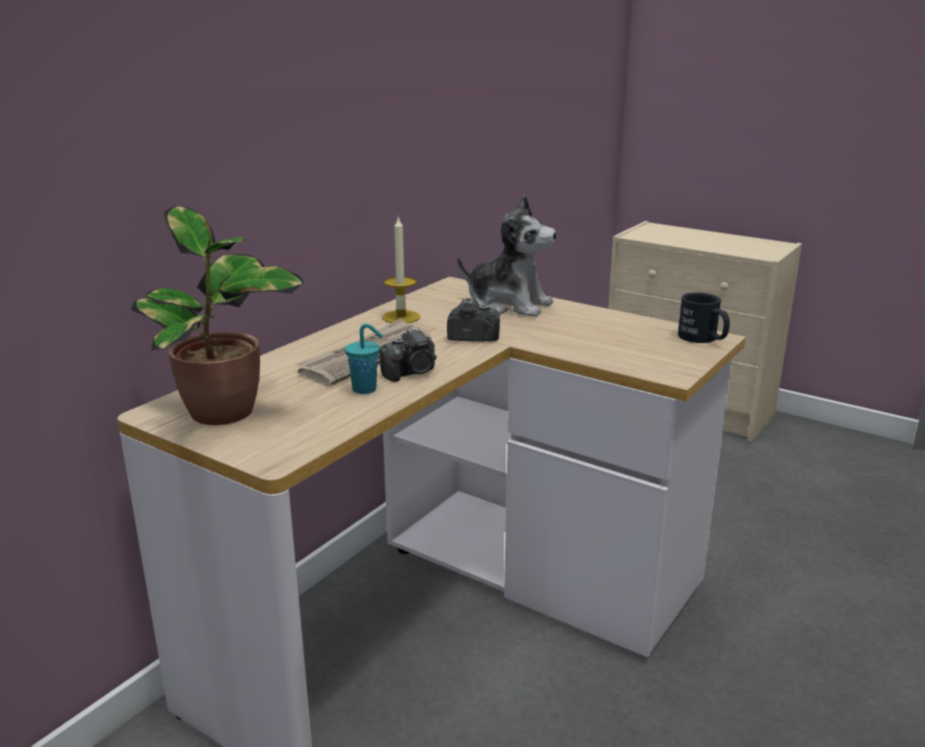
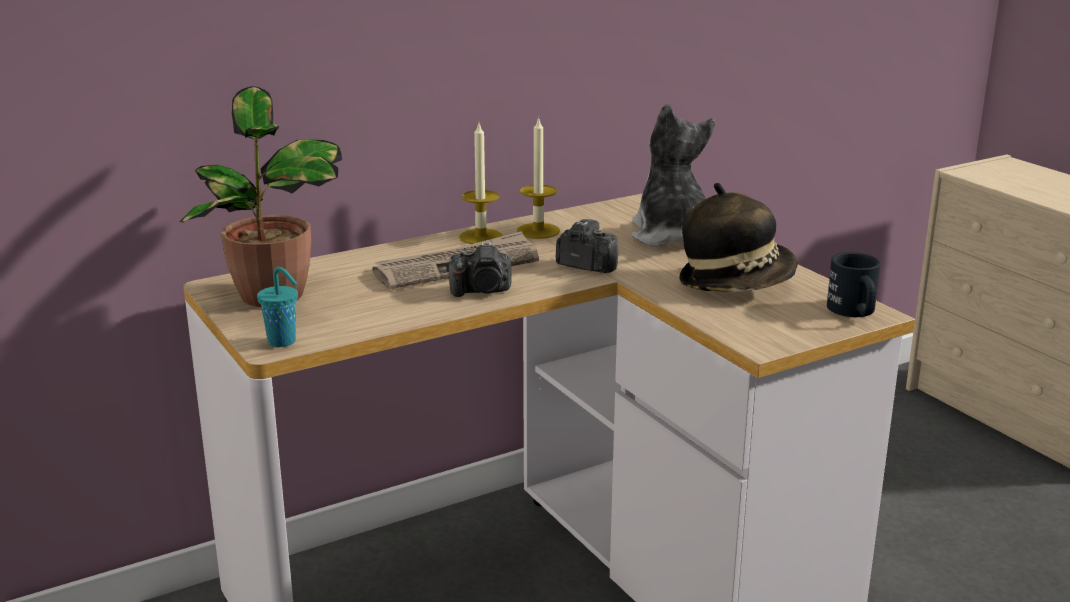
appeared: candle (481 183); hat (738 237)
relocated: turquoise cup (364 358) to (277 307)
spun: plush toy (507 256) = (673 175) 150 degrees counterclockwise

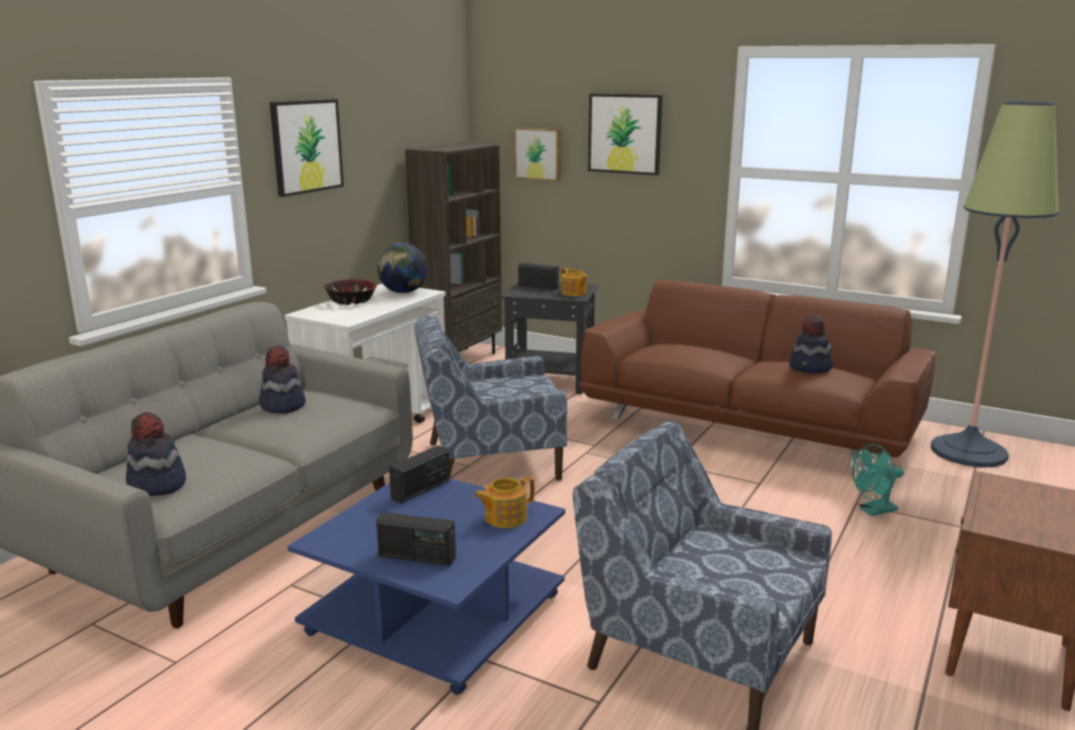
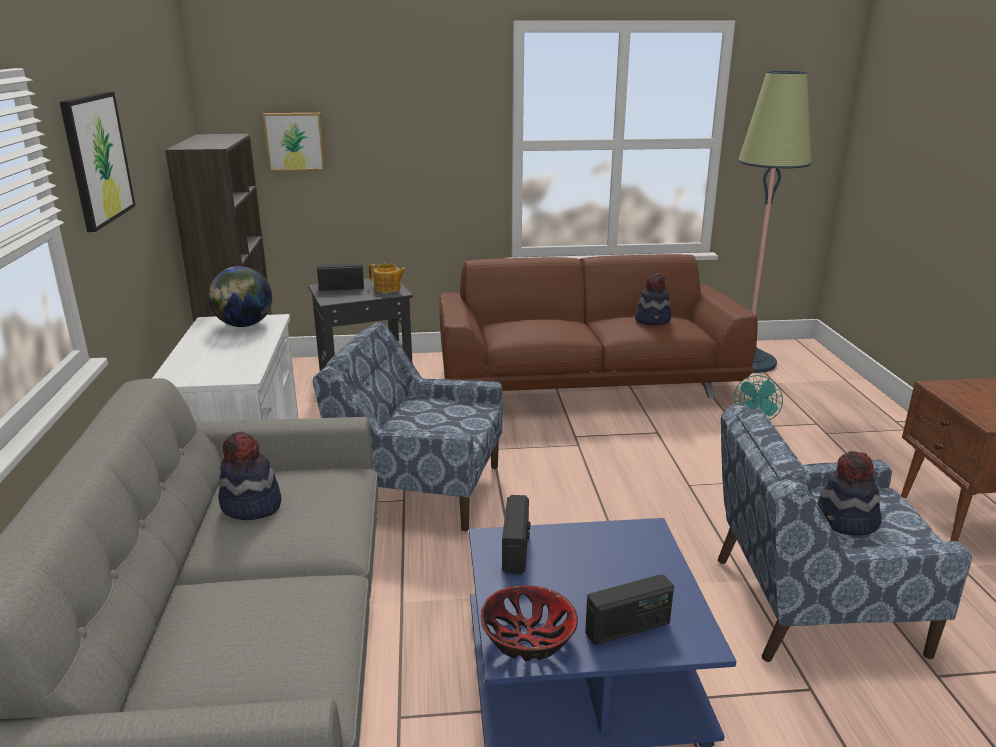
missing: teapot (504 502); picture (625 134)
relocated: bowl (350 292) to (529 623); hat (156 454) to (849 493)
spun: blue armchair (490 398) = (408 426) 60 degrees clockwise

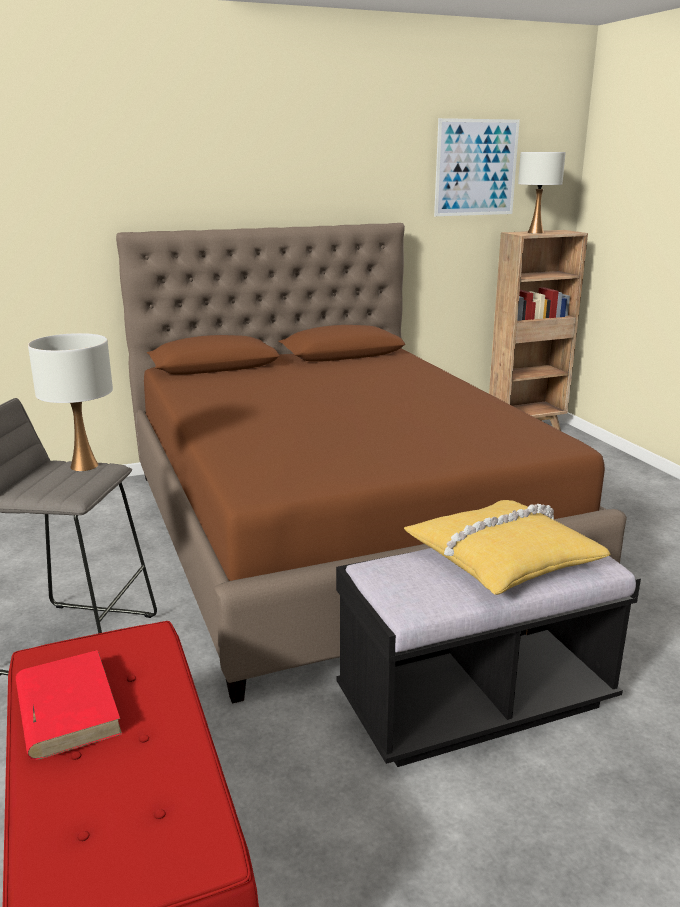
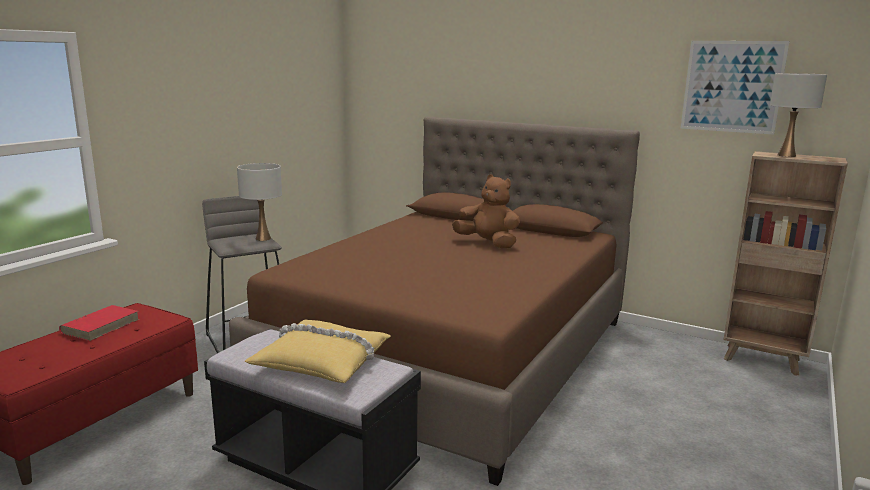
appeared: brown plush toy (486 211)

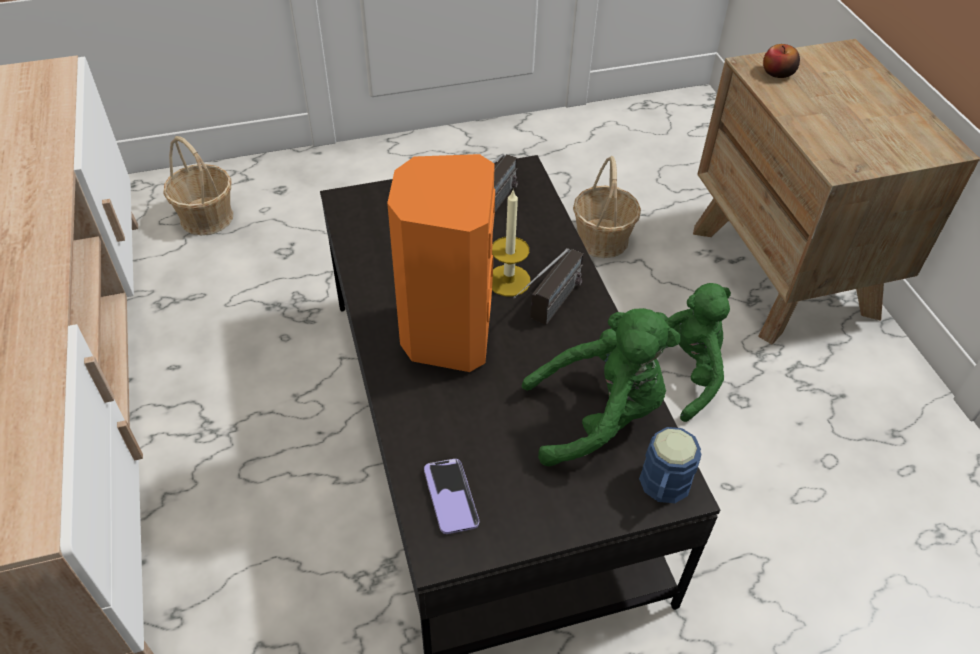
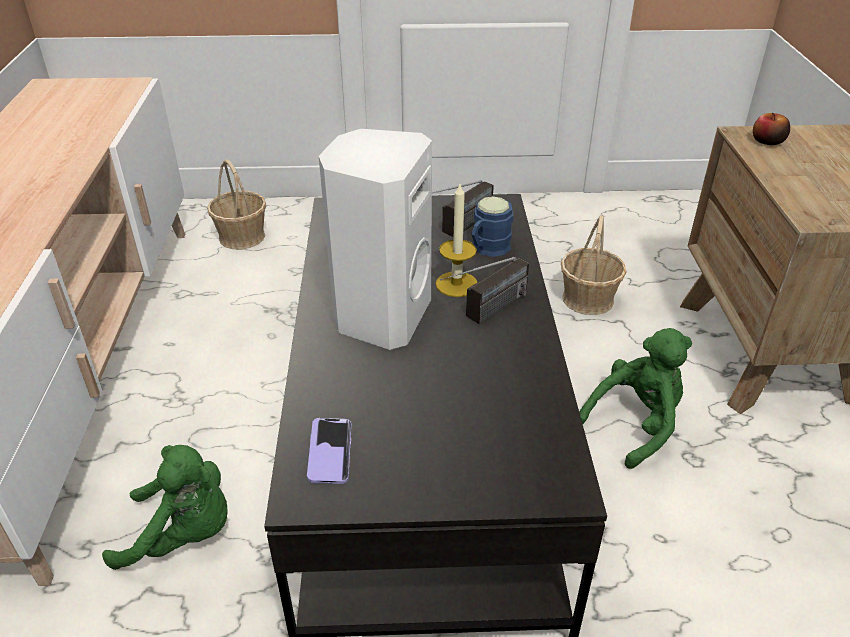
relocated: green plush toy (601 387) to (165 507); blue mug (670 465) to (492 226)
colour: orange speaker (441 263) to white speaker (375 239)

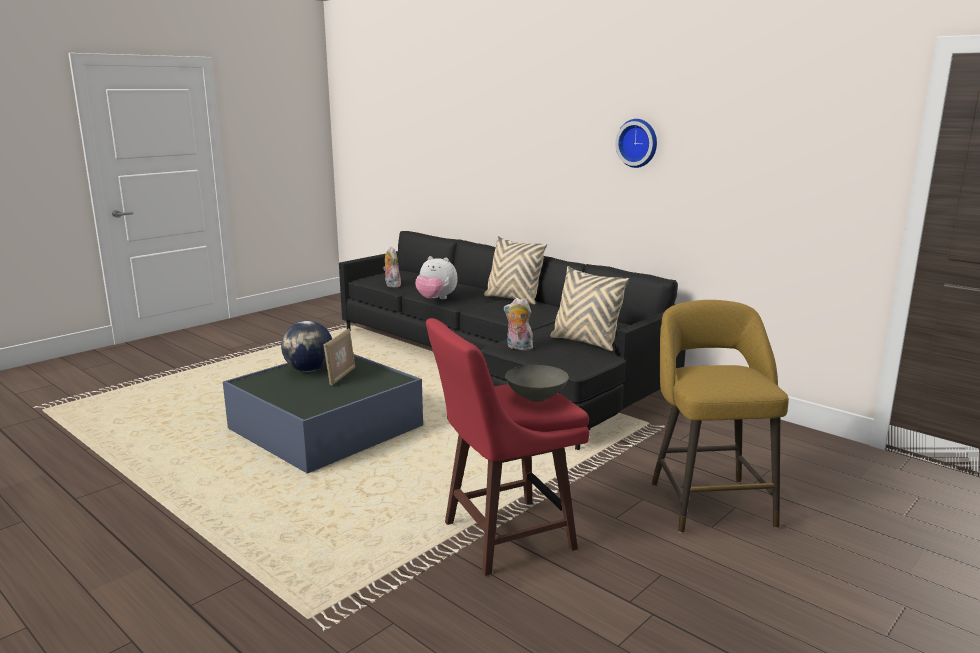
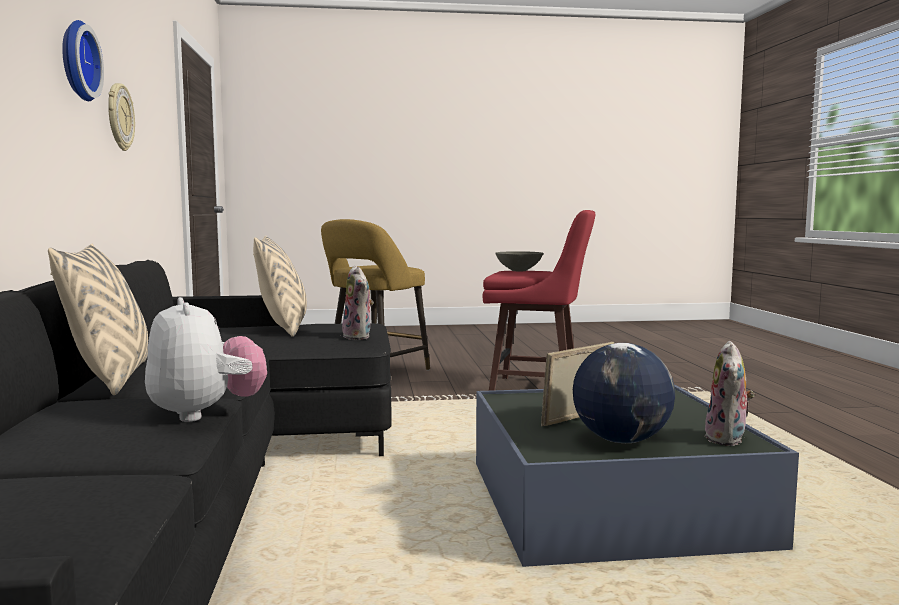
appeared: wall clock (121 117)
relocated: plush toy (392 267) to (729 393)

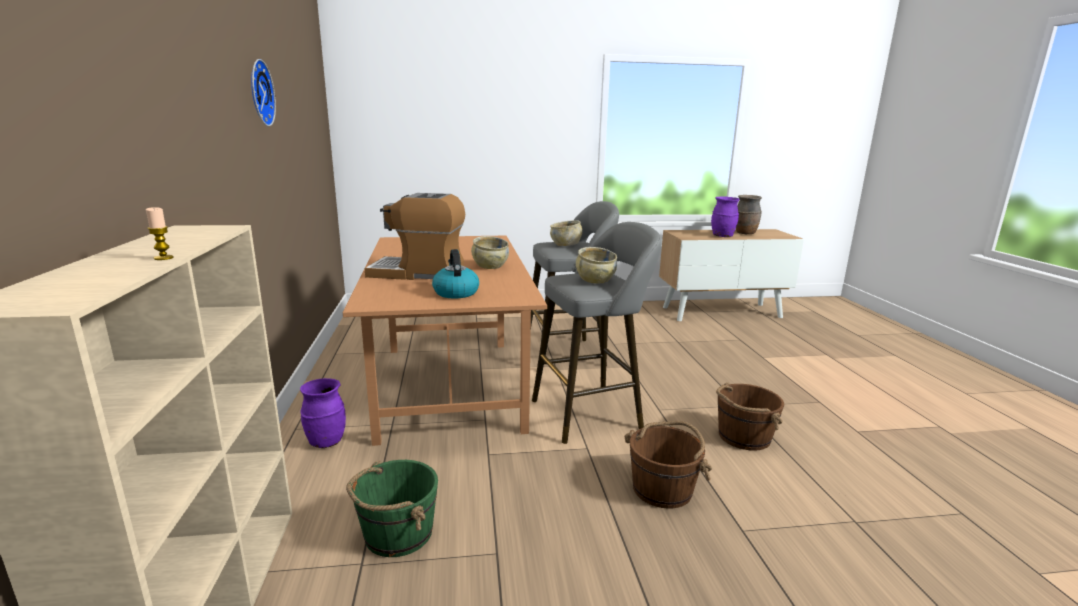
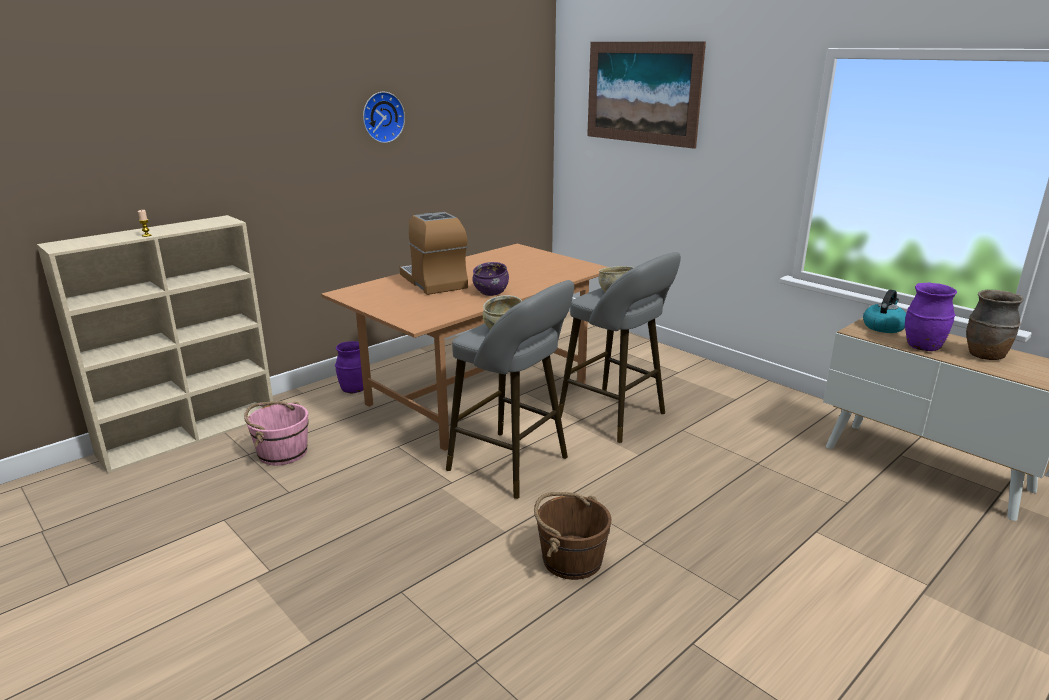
missing: brown bucket (668 465)
appeared: picture (646 95)
relocated: kettle (455 274) to (884 311)
colour: green bucket (392 508) to pink bucket (276 433); beige bowl (490 252) to purple bowl (490 279)

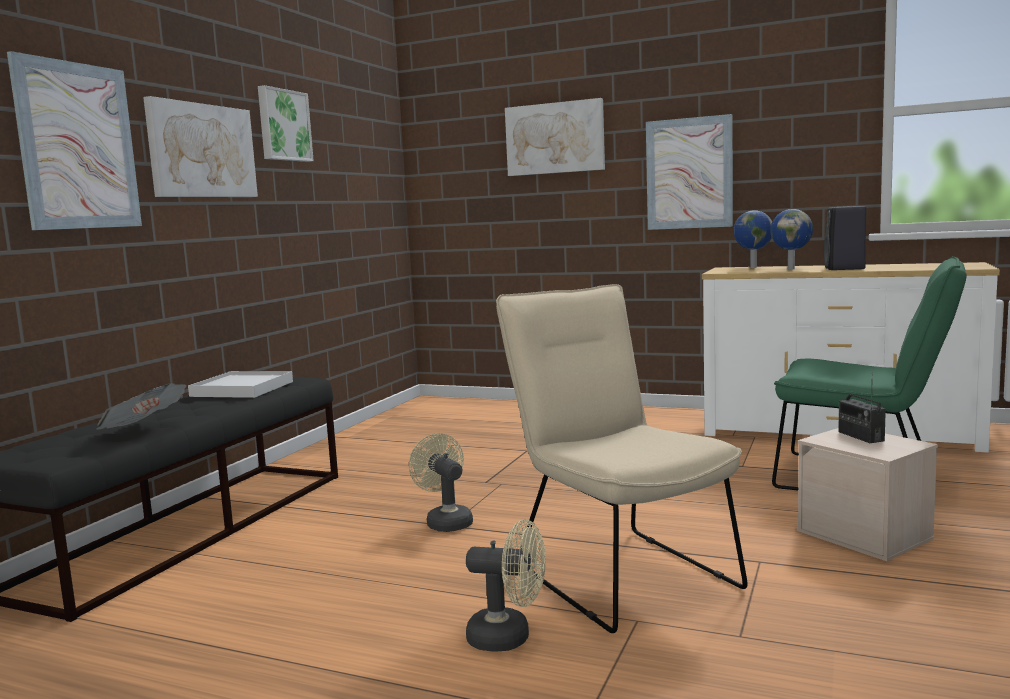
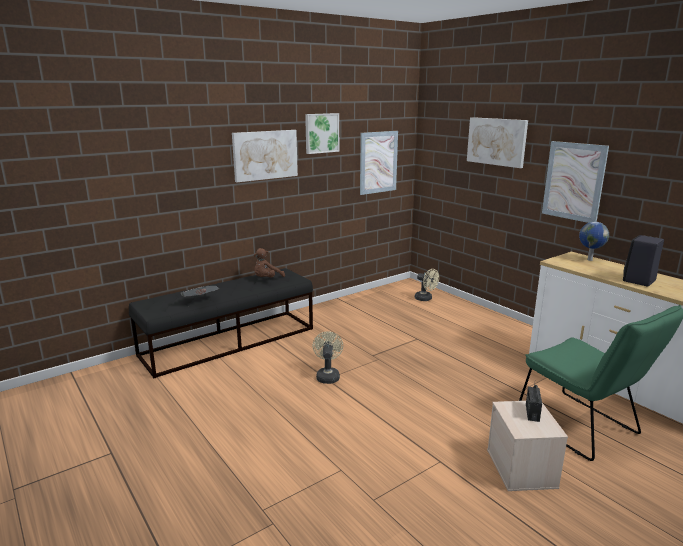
missing: beige chair (622 458); globe (791 239)
relocated: picture (74 140) to (379 163); beige fan (506 586) to (427 285)
exchanged: white tray (240 384) to brown plush toy (269 263)

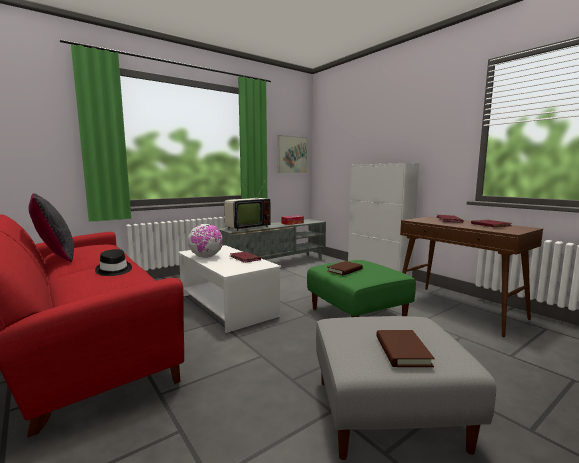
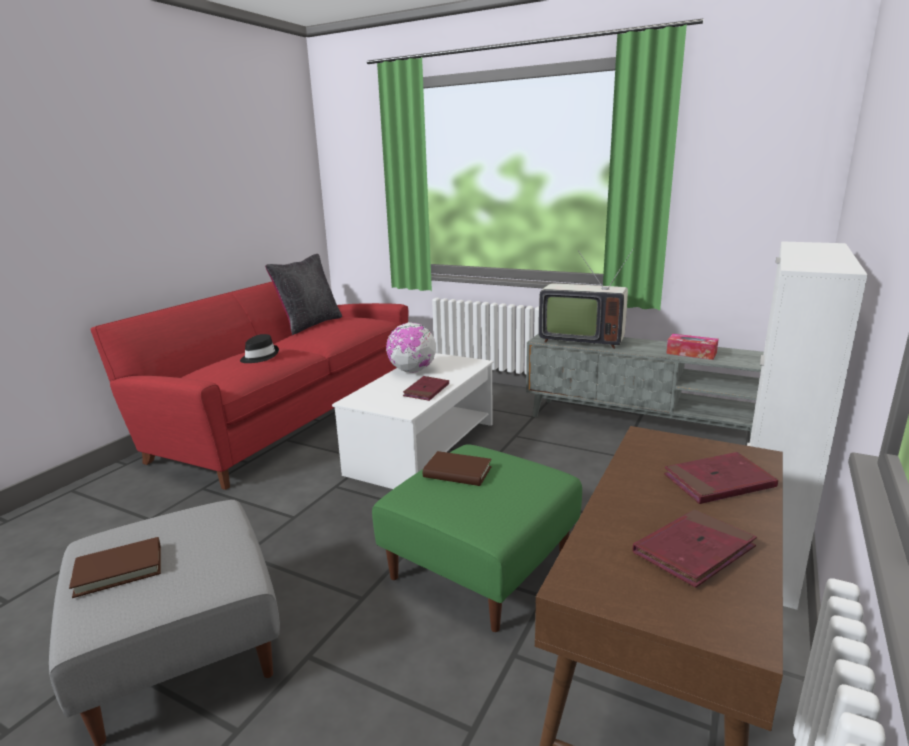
missing: picture (292 154)

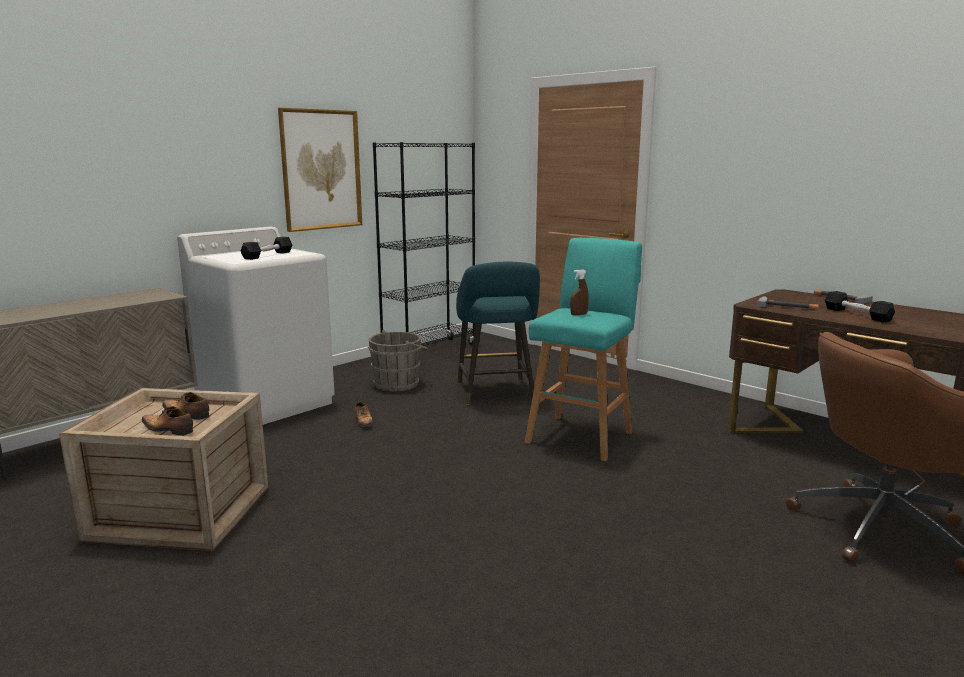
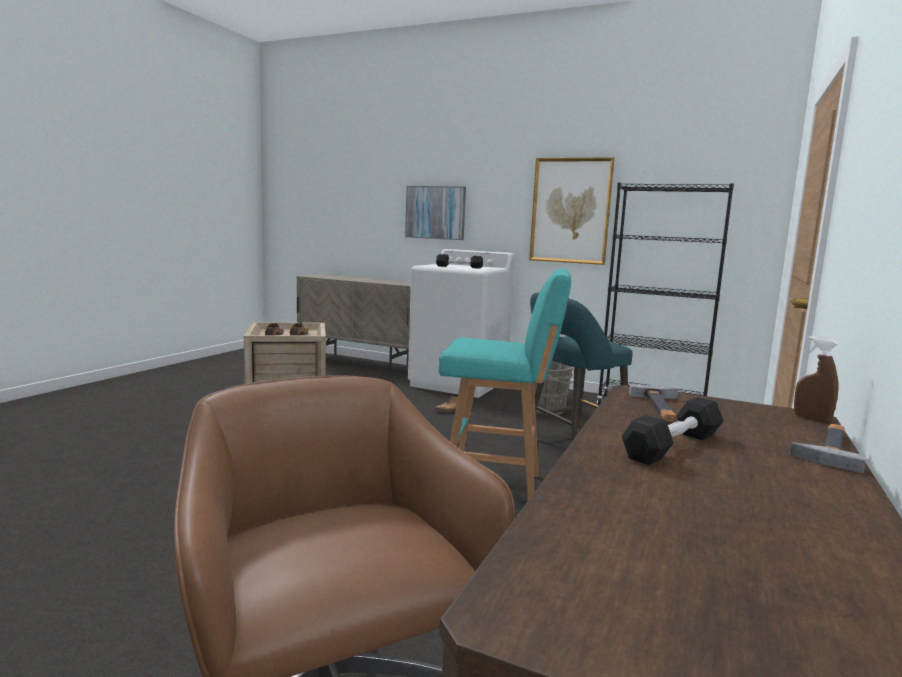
appeared: picture (435 213)
relocated: brown spray bottle (579 292) to (816 379)

